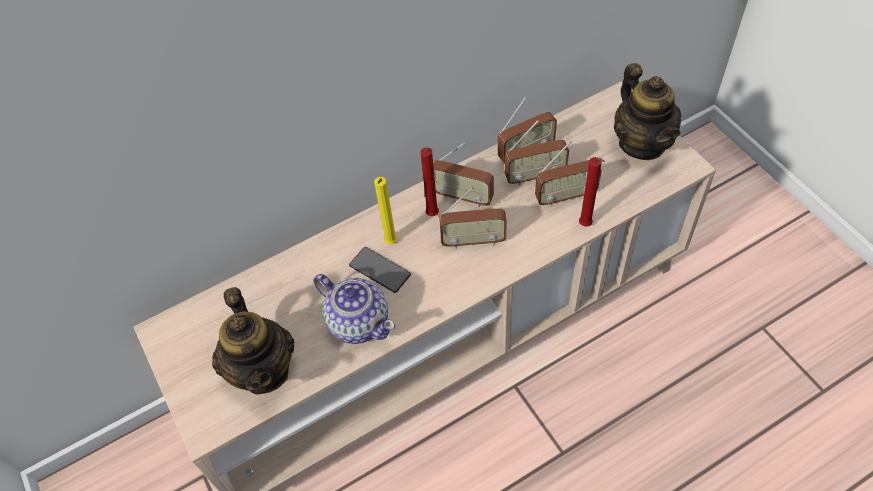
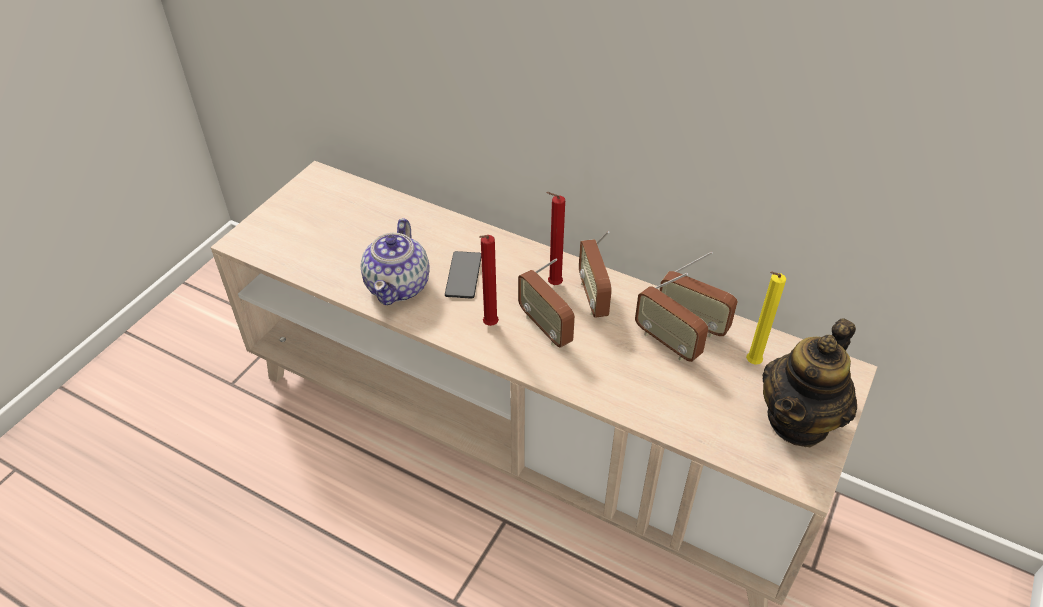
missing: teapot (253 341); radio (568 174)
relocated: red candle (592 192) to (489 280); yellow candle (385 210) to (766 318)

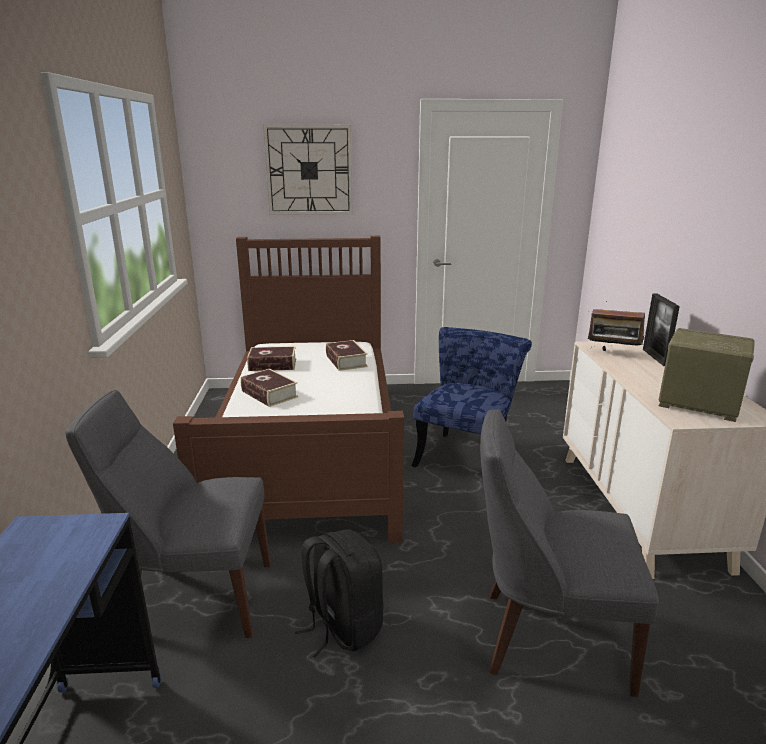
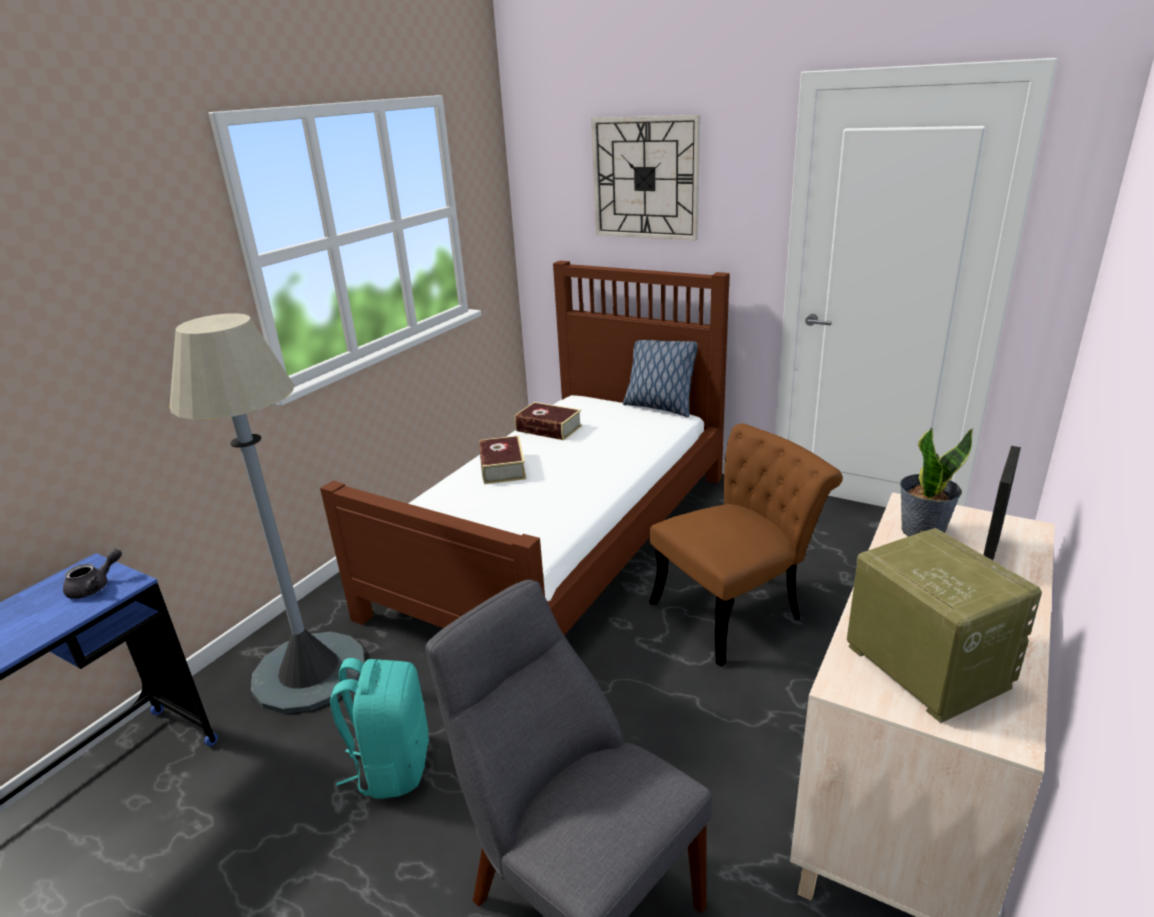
missing: book (347 355)
appeared: grey teapot (92 573); pillow (660 378)
exchanged: grey chair (168 514) to grey floor lamp (267 513); radio (616 325) to potted plant (936 482)
colour: black backpack (339 593) to turquoise backpack (379 728); blue chair (471 397) to brown chair (746 544)

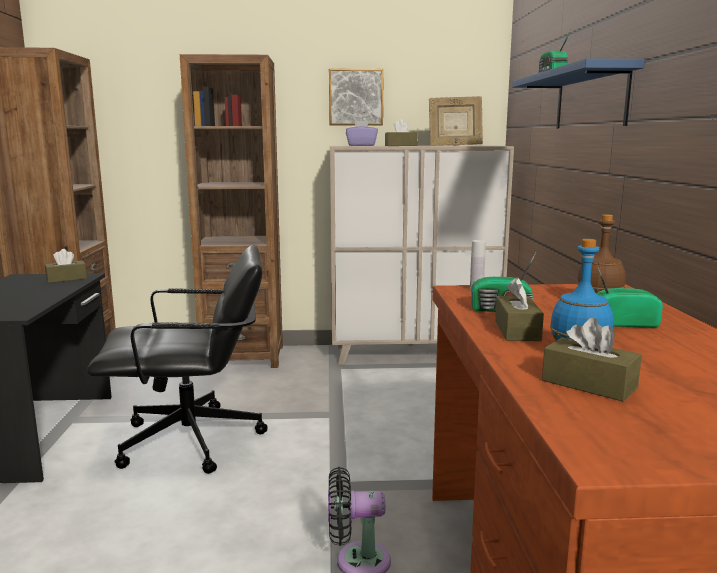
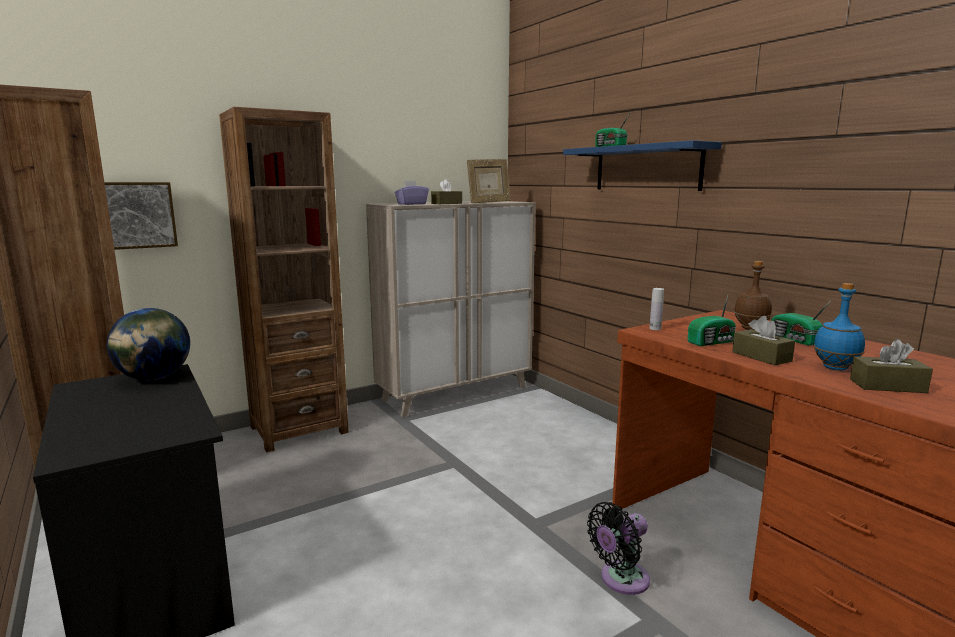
missing: black office chair (177 359)
relocated: picture (356 97) to (141 216)
exchanged: brown tissue box (66 266) to globe (148 344)
spun: radio (629 296) = (801 323) 90 degrees counterclockwise

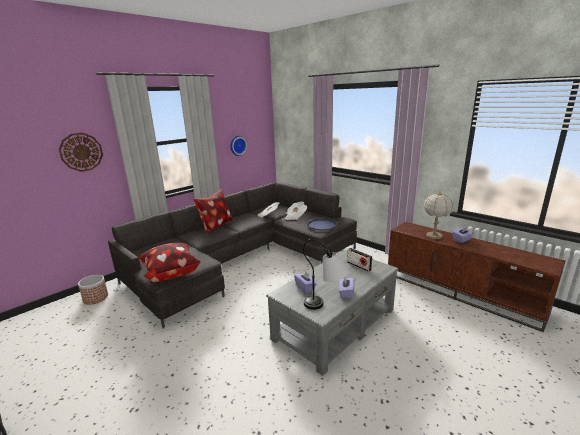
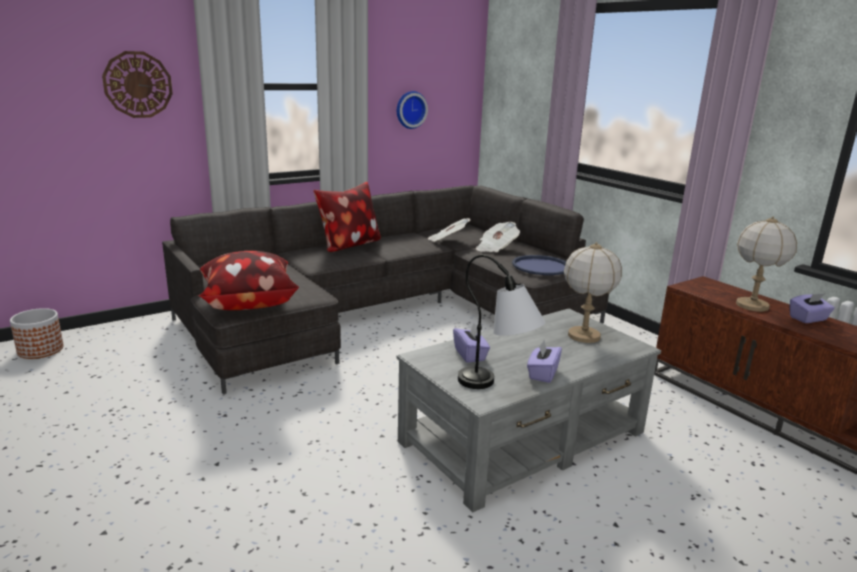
relocated: planter (93 290) to (37 333)
exchanged: radio (359 260) to table lamp (593 292)

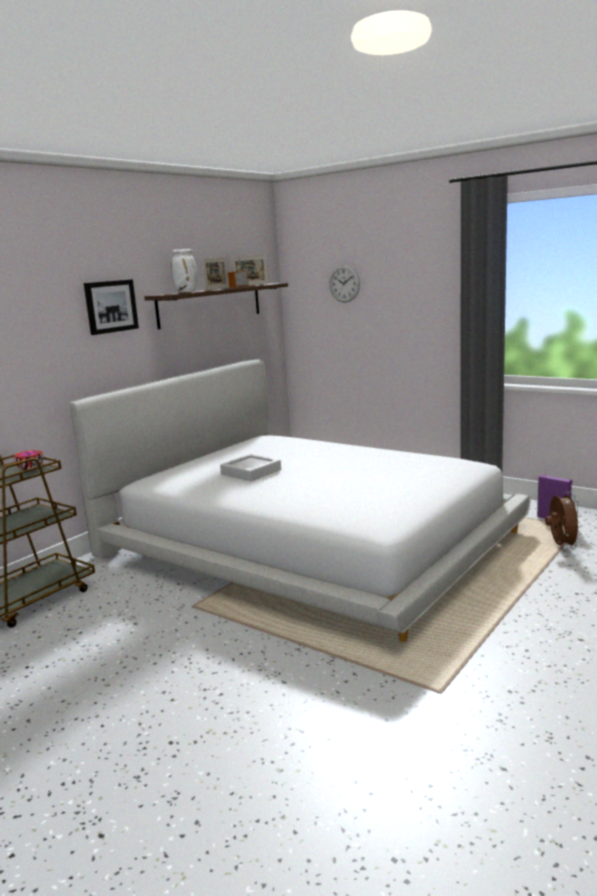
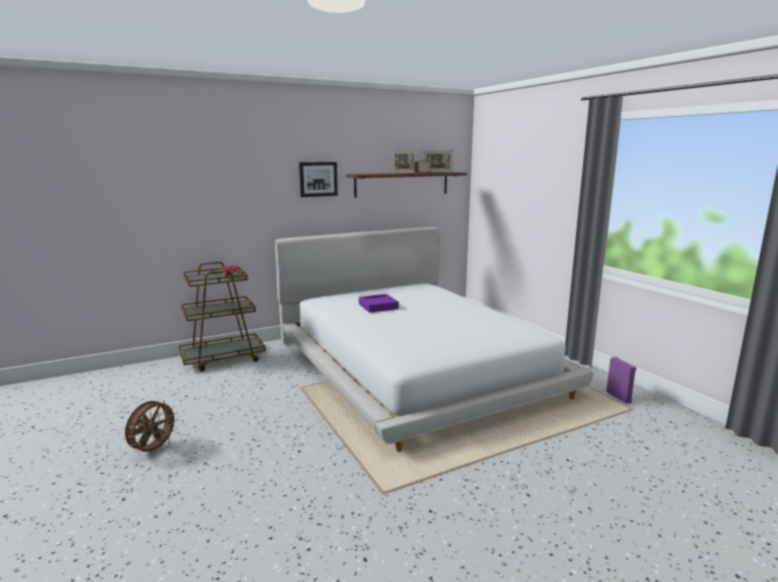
missing: white vase (184 270); wall clock (344 283)
relocated: brown fan (563 520) to (152 428)
colour: grey tray (250 467) to purple tray (379 303)

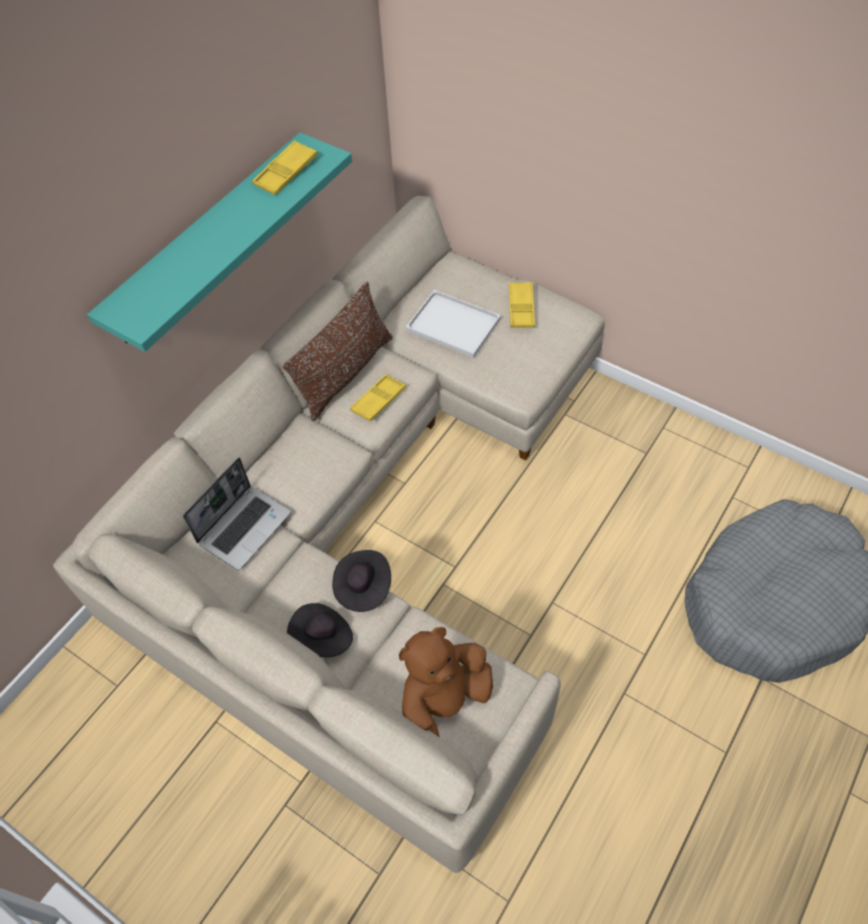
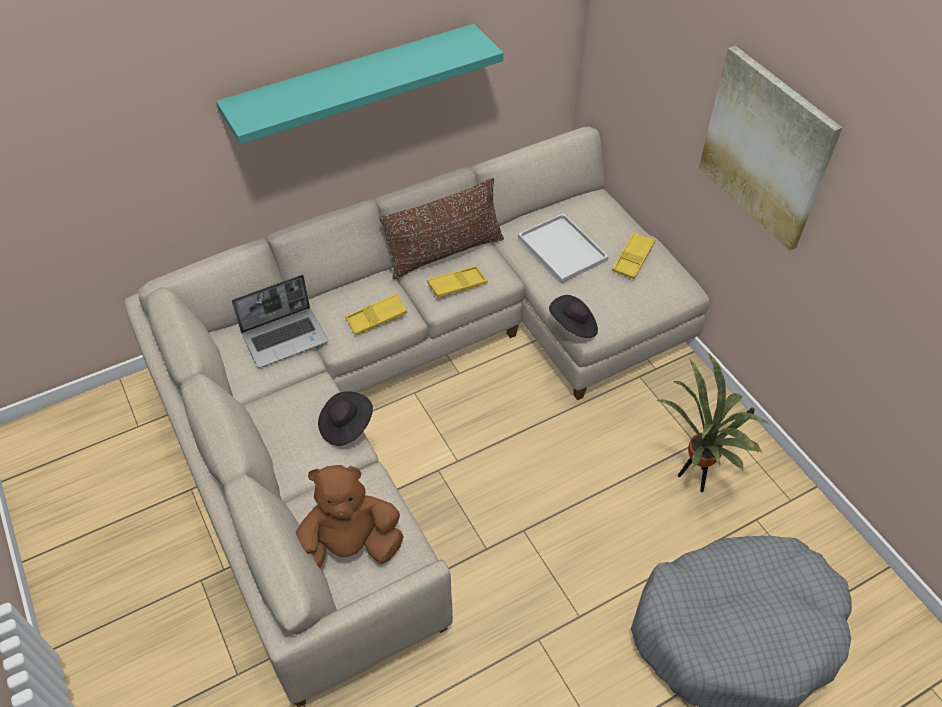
appeared: potted plant (712 422); picture (770 148)
relocated: yellow tray (285 167) to (376 315); black hat (320 630) to (573 316)

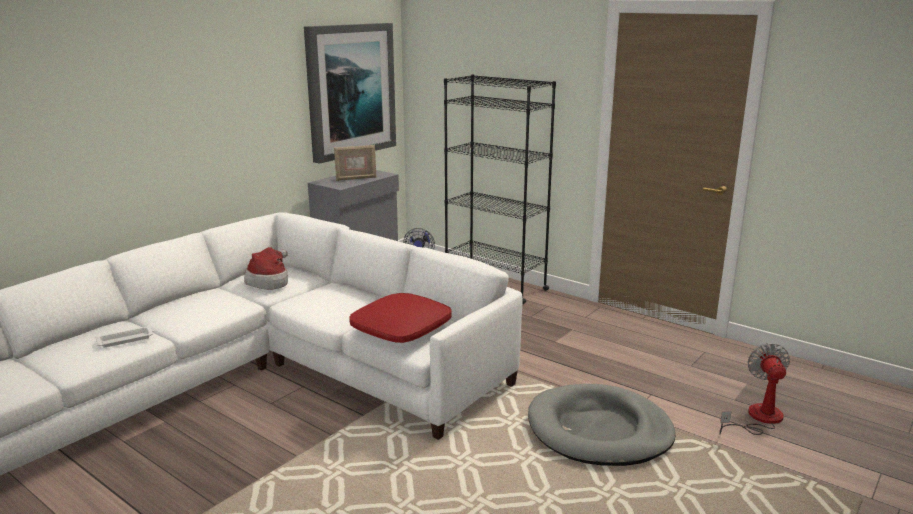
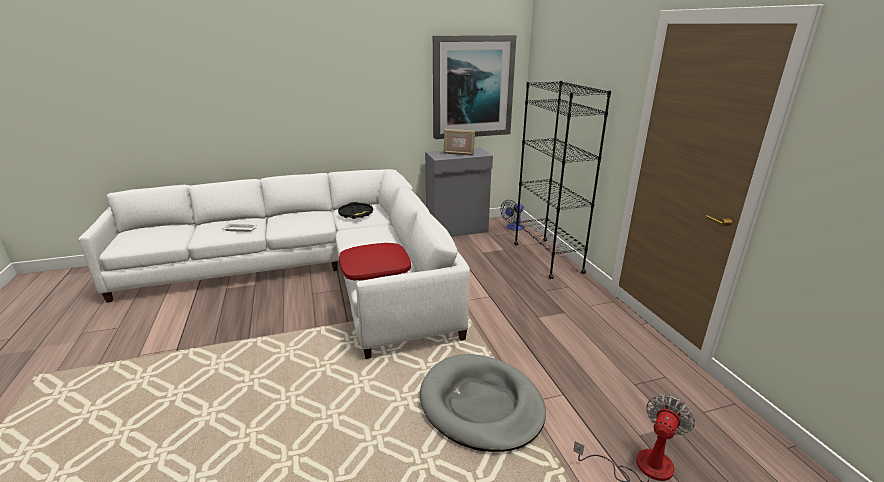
exchanged: hat (266 268) to black tray (355 210)

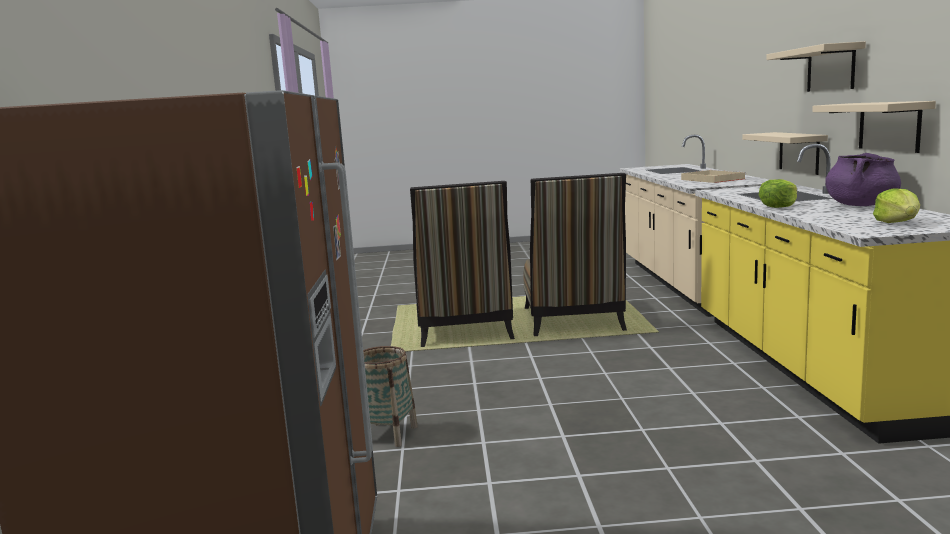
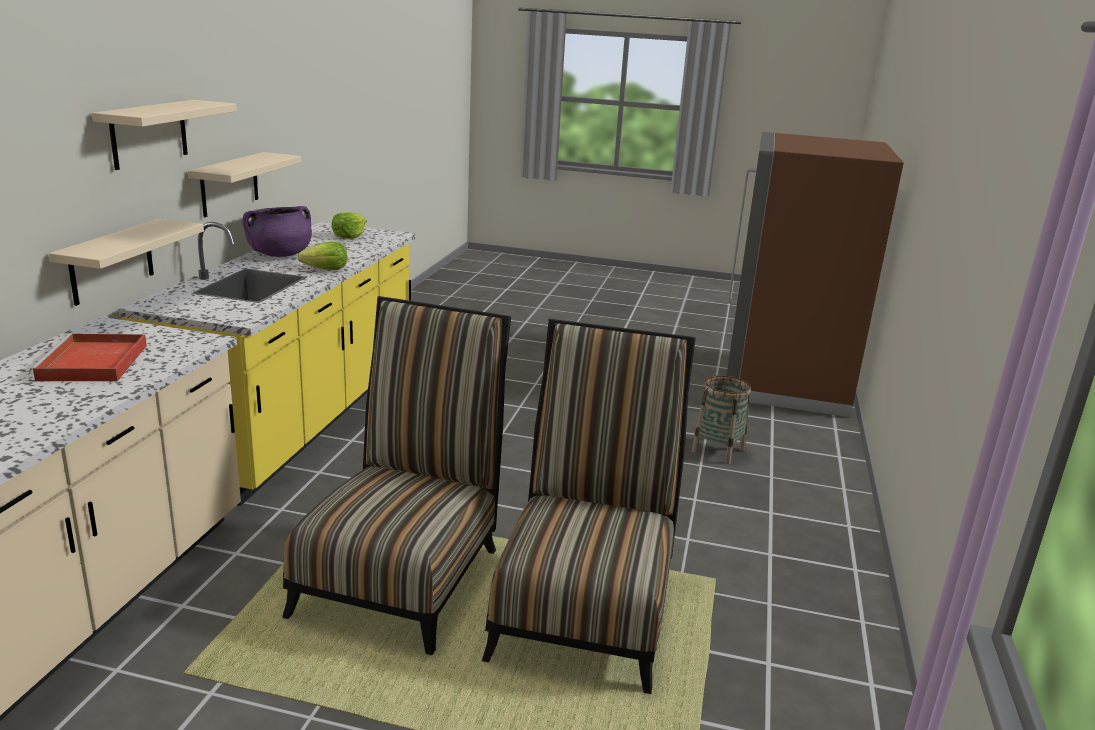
colour: beige tray (713 176) to red tray (88 357)

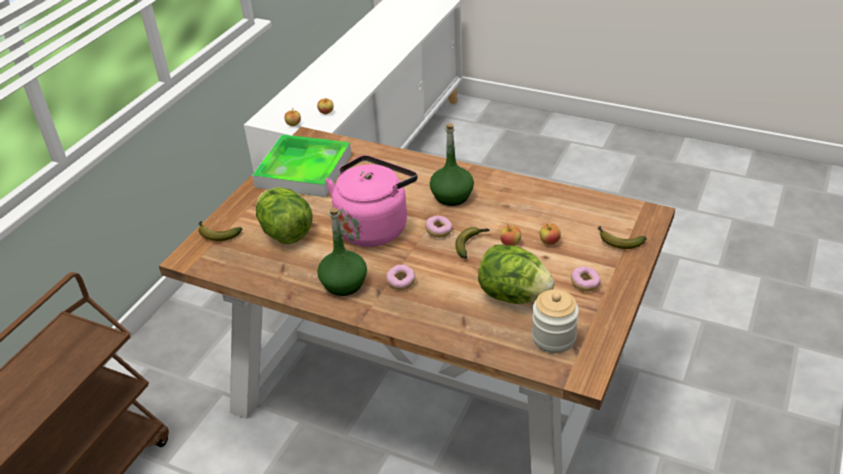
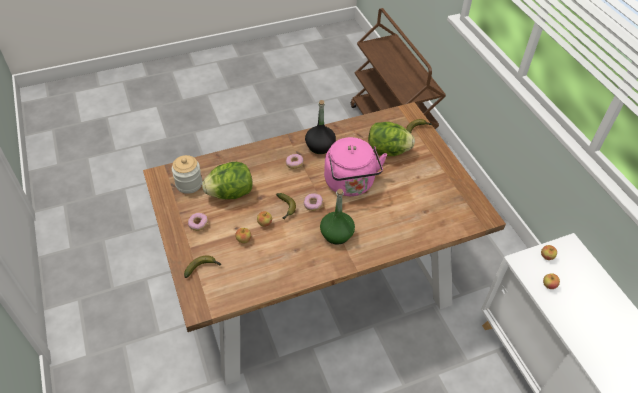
missing: tray (301 165)
colour: green bottle (342 251) to black bottle (320 127)

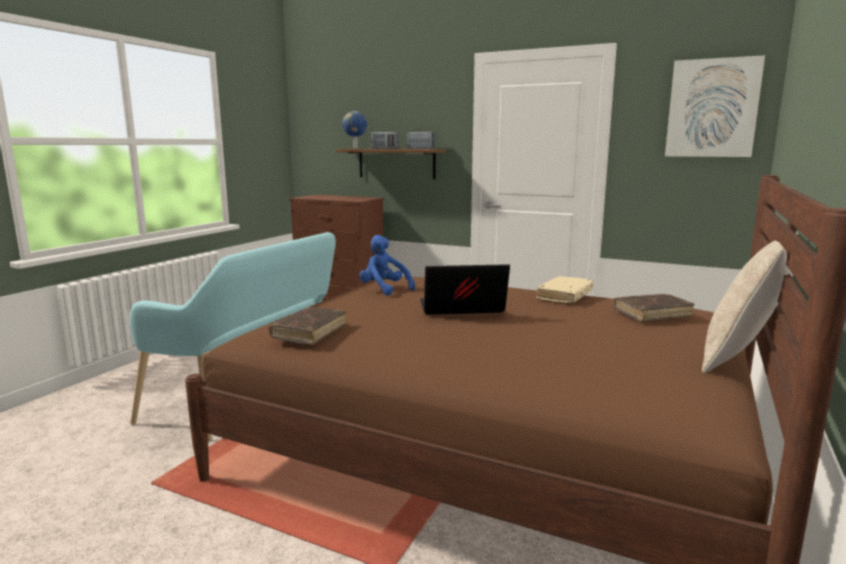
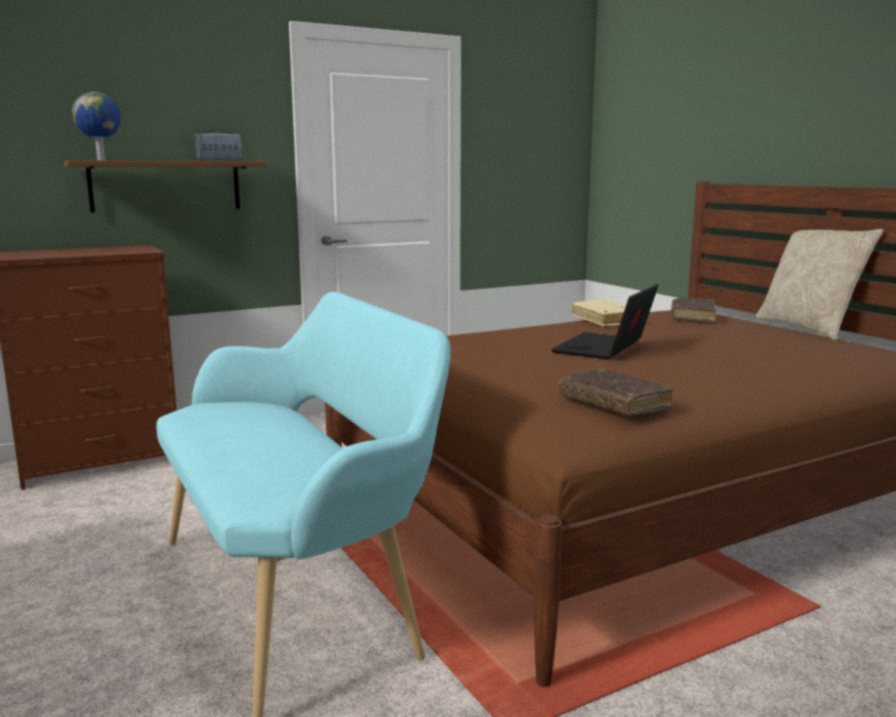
missing: blue plush toy (387 265); radio (385 139); picture (715 106)

